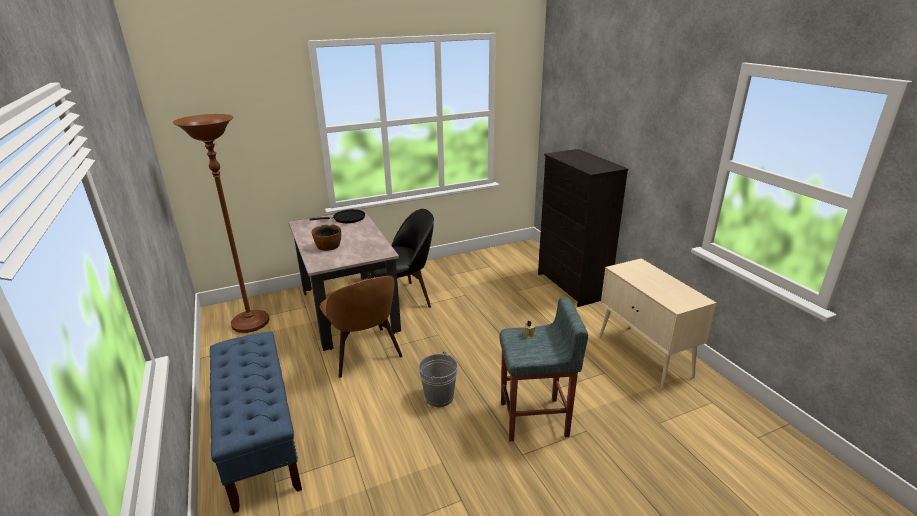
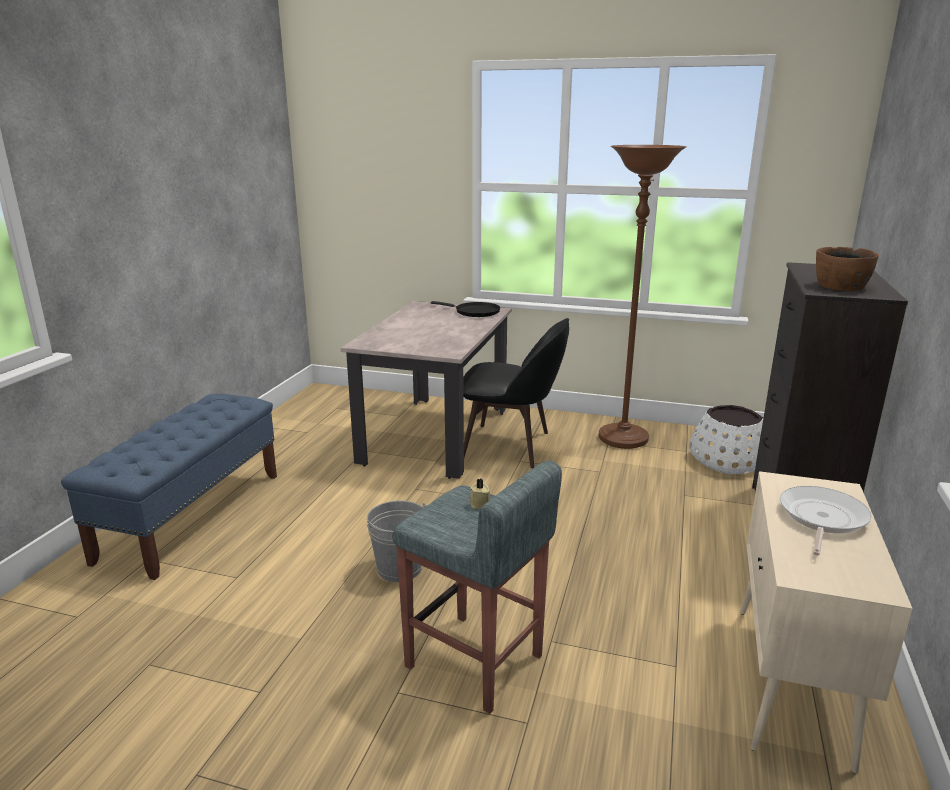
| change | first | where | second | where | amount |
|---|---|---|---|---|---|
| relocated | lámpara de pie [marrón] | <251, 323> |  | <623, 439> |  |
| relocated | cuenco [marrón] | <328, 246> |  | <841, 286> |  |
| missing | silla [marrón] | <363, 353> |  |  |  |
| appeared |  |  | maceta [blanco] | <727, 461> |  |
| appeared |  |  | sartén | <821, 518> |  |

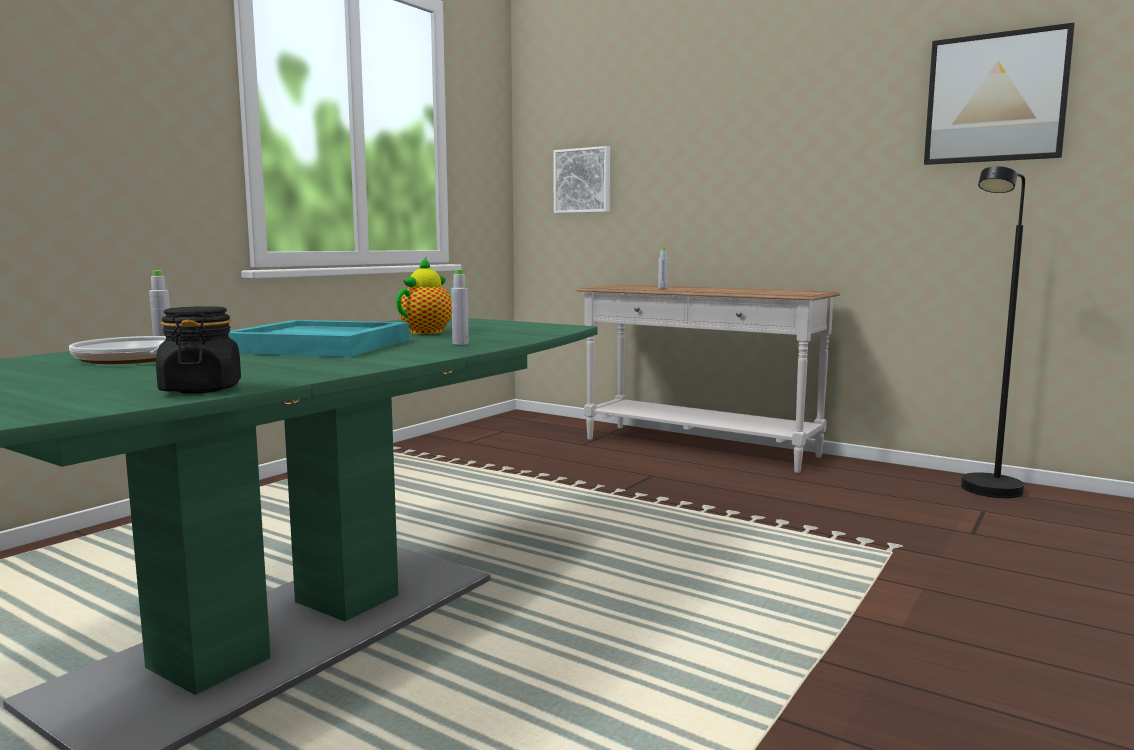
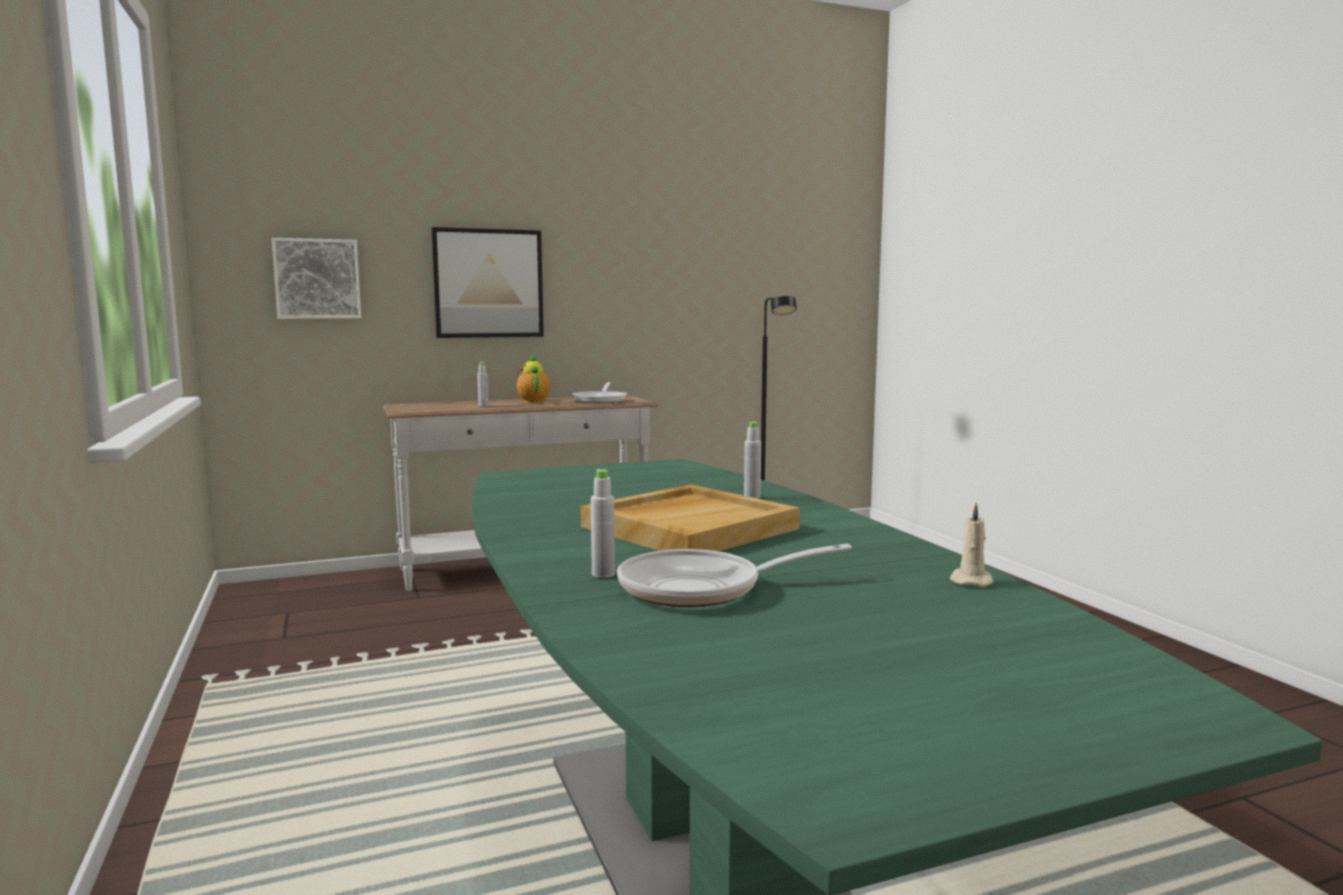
| change | first | where | second | where | amount |
|---|---|---|---|---|---|
| exchanged | tarro [negro] | <201, 389> | vela [beis] | <971, 580> |  |
| colour | bandeja [turquesa] | <321, 346> | bandeja [beis] | <689, 527> |  |
| relocated | tetera | <430, 332> |  | <533, 401> |  |
| relocated | cuadro | <995, 98> |  | <488, 283> |  |
| appeared |  |  | sartén | <601, 400> |  |

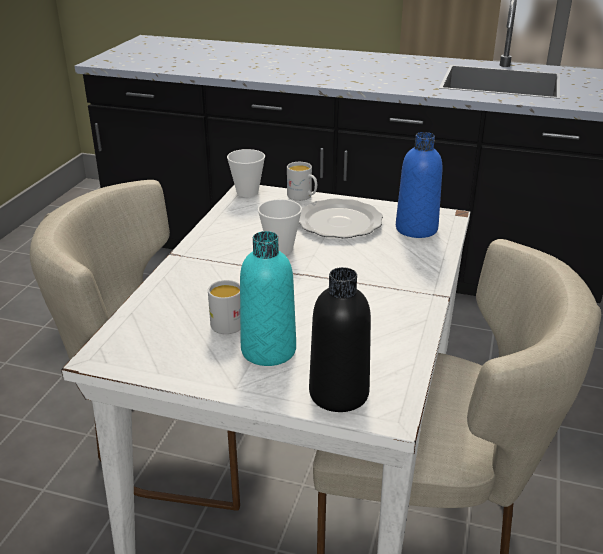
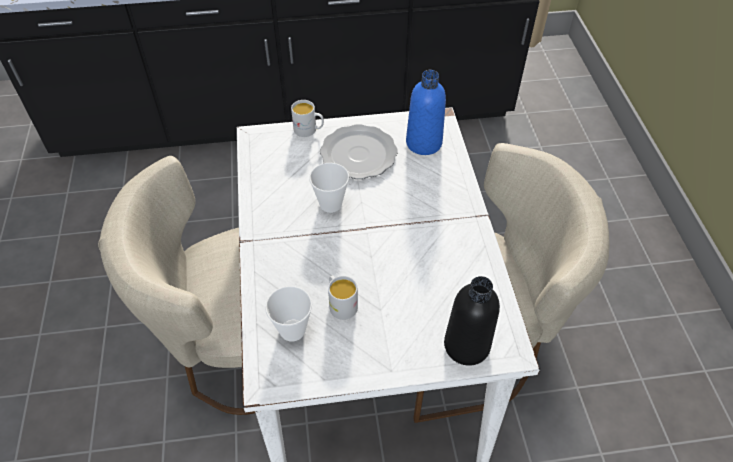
| change | first | where | second | where | amount |
|---|---|---|---|---|---|
| relocated | taza | <247, 192> |  | <292, 330> |  |
| missing | botella [turquesa] | <268, 350> |  |  |  |

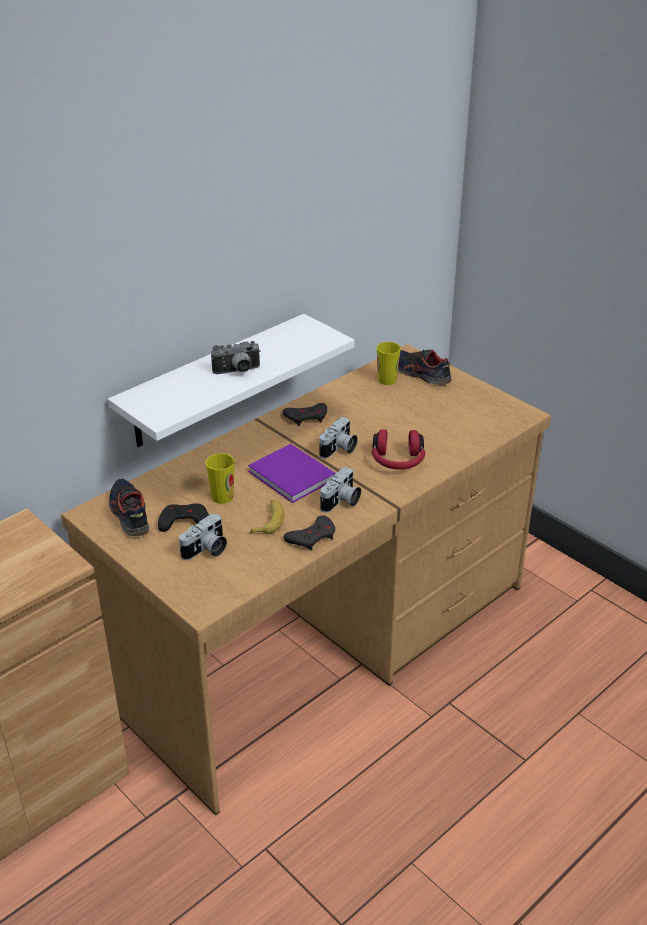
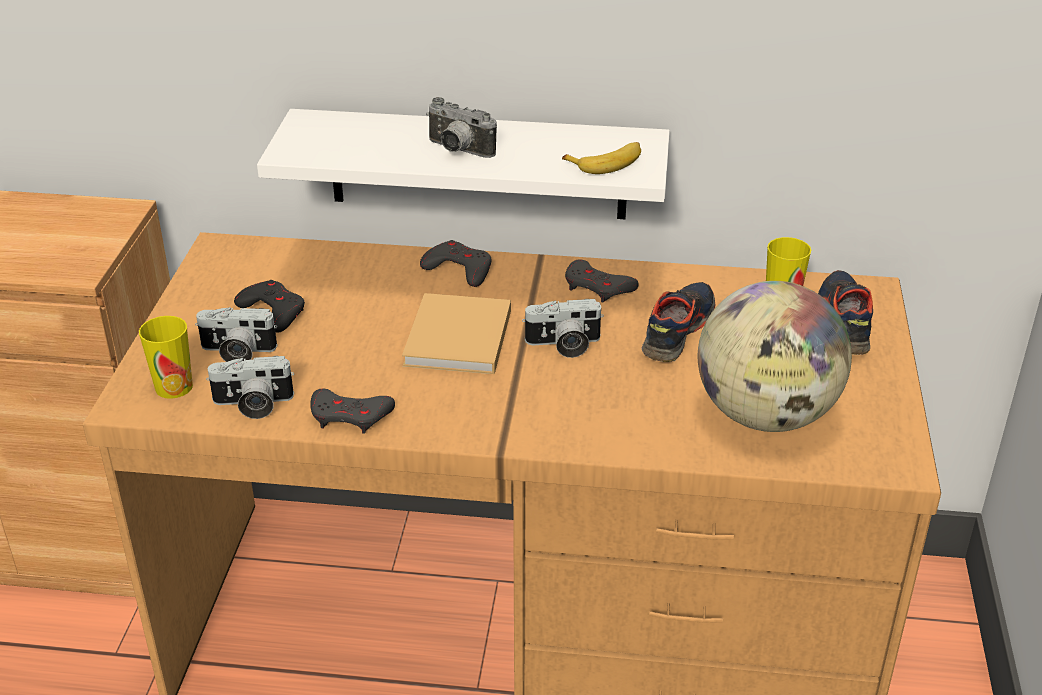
| change | first | where | second | where | amount |
|---|---|---|---|---|---|
| relocated | zapato | <129, 514> |  | <677, 331> |  |
| relocated | taza | <222, 496> |  | <174, 387> |  |
| colour | libro [morado] | <293, 476> | libro [beis] | <457, 340> |  |
| relocated | plátano | <269, 521> |  | <607, 163> |  |
| relocated | cámara | <341, 502> |  | <253, 405> |  |
| missing | auriculares [rojo] | <397, 461> |  |  |  |
| appeared |  |  | mando de consola [gris] | <459, 269> |  |
| appeared |  |  | globo terráqueo | <765, 415> |  |

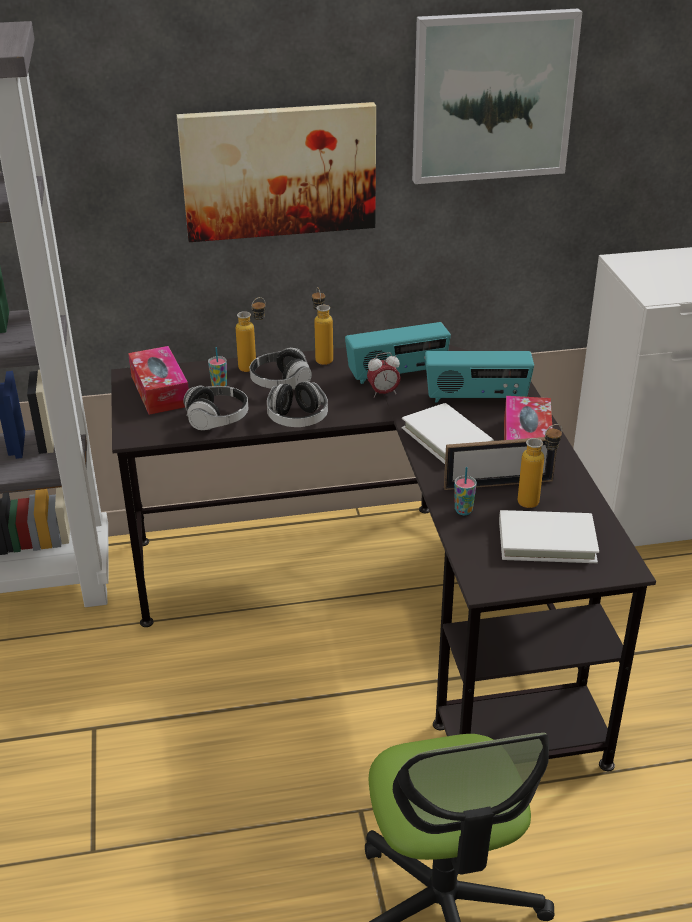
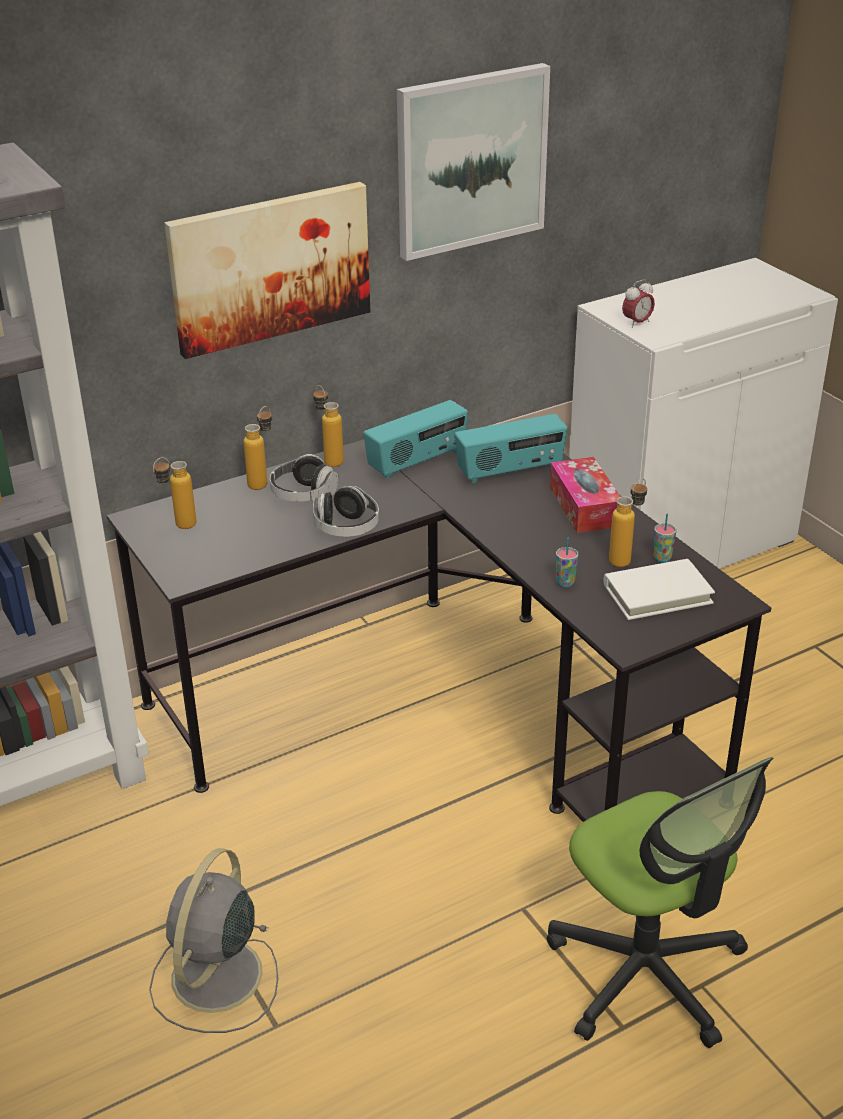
| change | first | where | second | where | amount |
|---|---|---|---|---|---|
| exchanged | caja de pañuelos | <160, 391> | botella | <178, 527> |  |
| missing | auriculares | <217, 419> |  |  |  |
| relocated | taza | <219, 387> |  | <662, 558> |  |
| relocated | despertador | <383, 393> |  | <637, 323> |  |
| missing | libro [blanco] | <447, 439> |  |  |  |
| missing | portarretratos | <498, 484> |  |  |  |
| appeared |  |  | ventilador [gris] | <215, 979> |  |

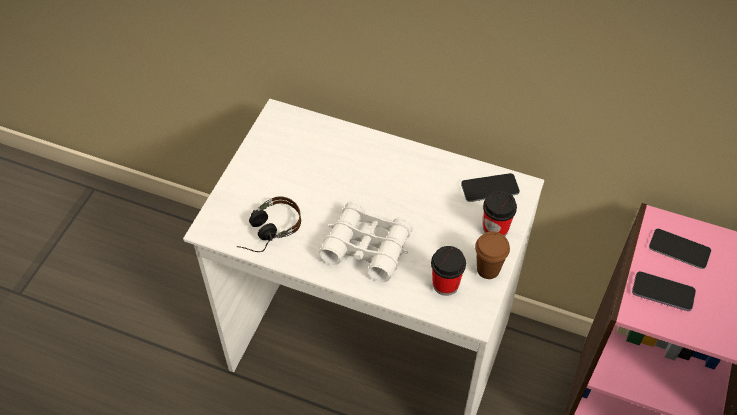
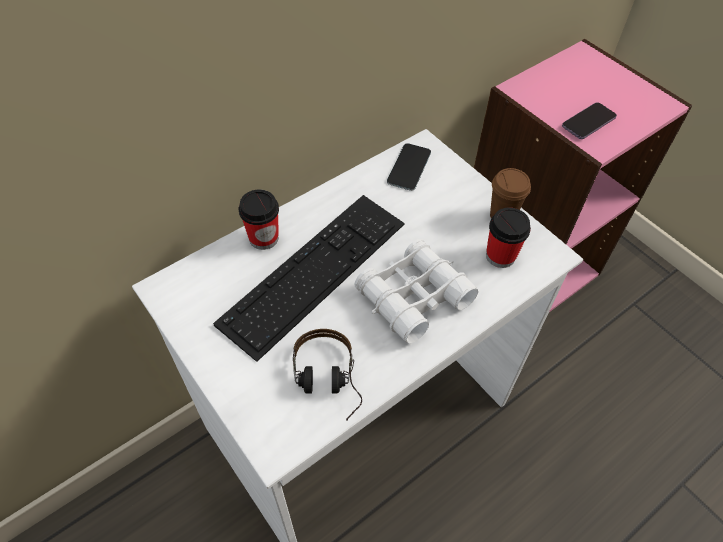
| change | first | where | second | where | amount |
|---|---|---|---|---|---|
| relocated | taza | <495, 229> |  | <264, 238> |  |
| missing | móvil | <679, 249> |  |  |  |
| appeared |  |  | teclado | <315, 272> |  |

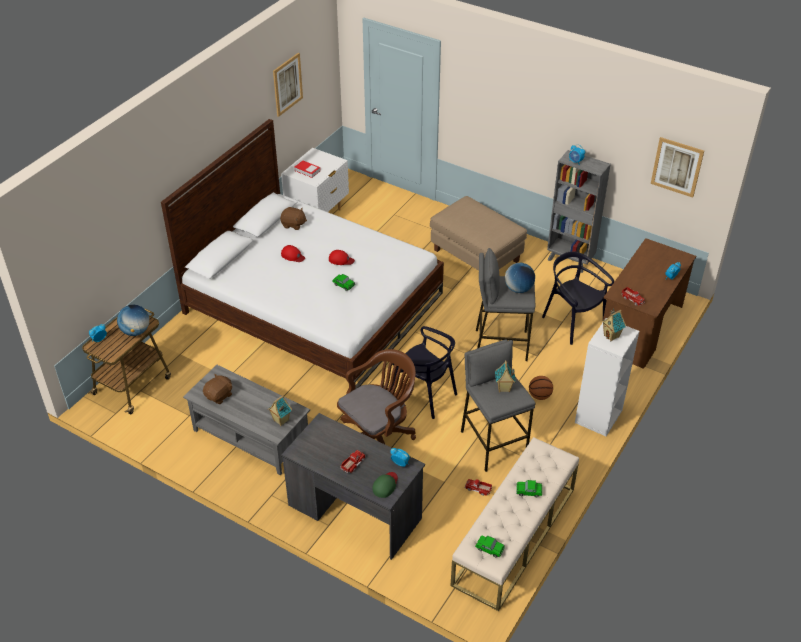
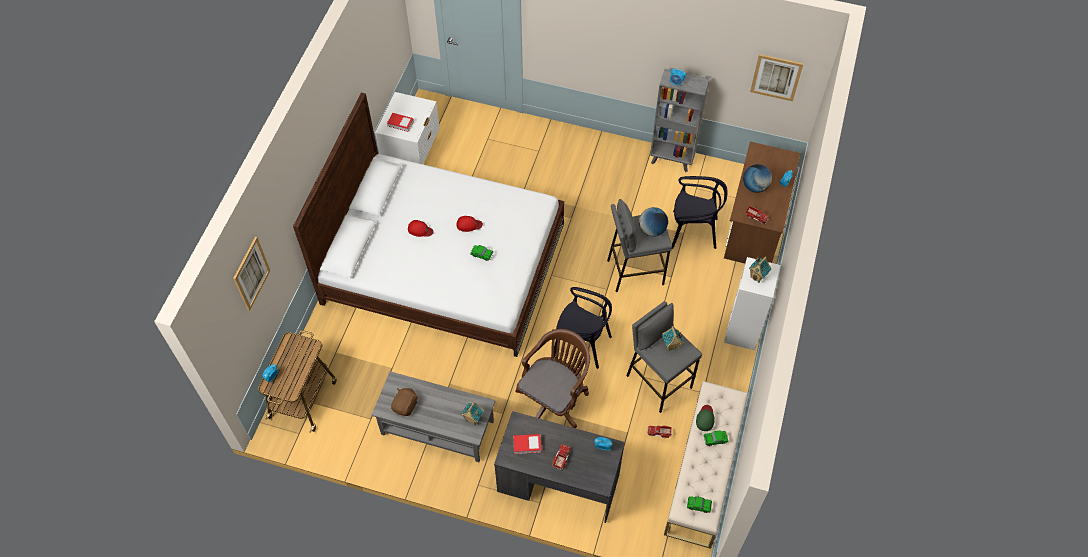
| change | first | where | second | where | amount |
|---|---|---|---|---|---|
| relocated | globo terráqueo | <136, 331> |  | <755, 187> |  |
| relocated | cuadro | <287, 84> |  | <251, 274> |  |
| missing | peluche [marrón] | <293, 224> |  |  |  |
| relocated | gorra [verde] | <385, 485> |  | <705, 418> |  |
| missing | puf [beis] | <477, 255> |  |  |  |
| missing | balón de baloncesto | <539, 396> |  |  |  |
| spun | silla [negro] | <572, 322> |  | <693, 231> | 150 degrees clockwise |
| appeared |  |  | libro | <527, 445> |  |

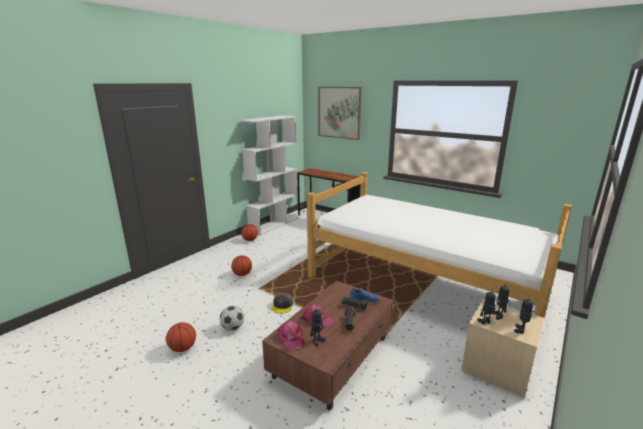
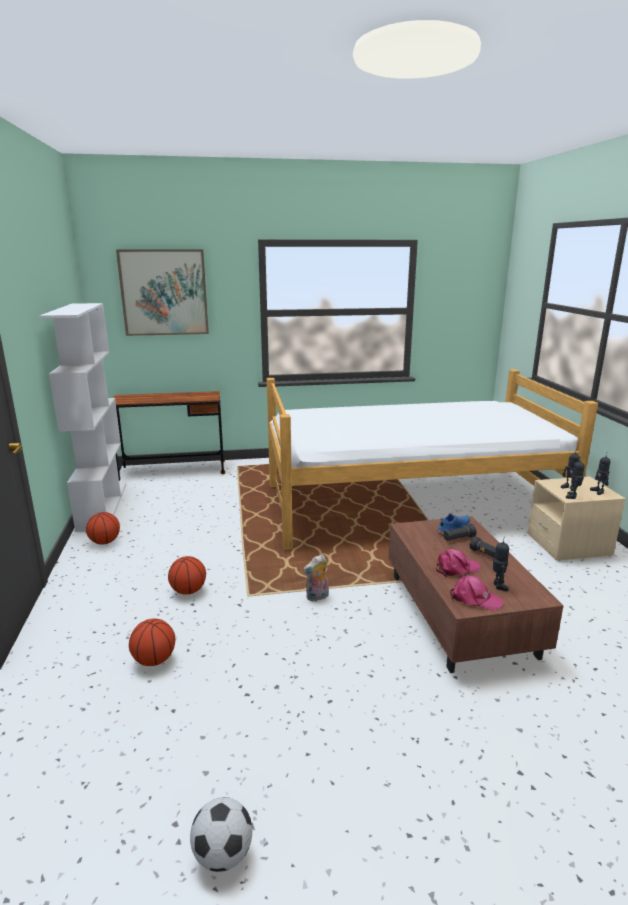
| change | first | where | second | where | amount |
|---|---|---|---|---|---|
| relocated | balón de baloncesto | <183, 348> |  | <154, 660> |  |
| relocated | balón de fútbol | <233, 328> |  | <223, 854> |  |
| exchanged | gorra [gris] | <282, 306> | peluche | <317, 597> |  |

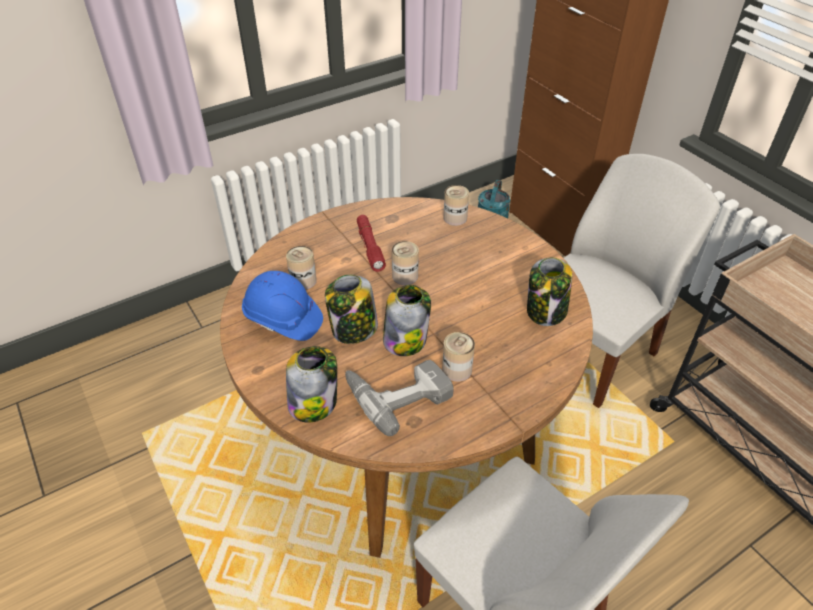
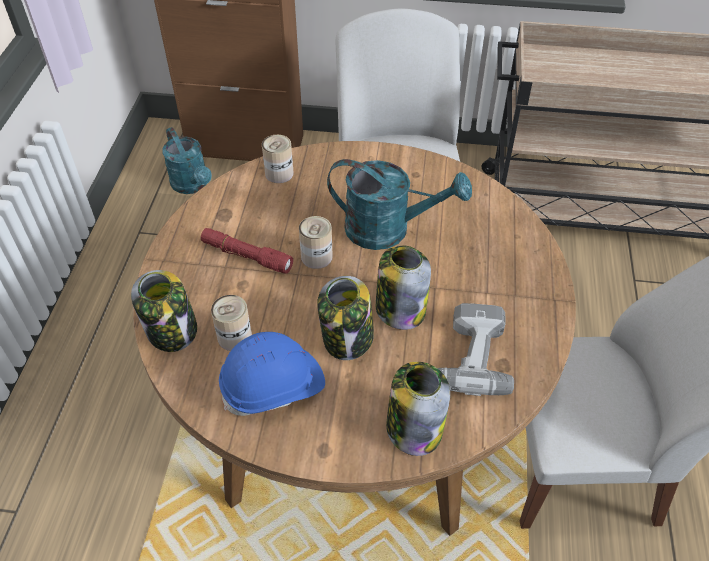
| change | first | where | second | where | amount |
|---|---|---|---|---|---|
| missing | lata | <457, 370> |  |  |  |
| relocated | tarro | <546, 311> |  | <172, 331> |  |
| appeared |  |  | regadera [turquesa] | <389, 230> |  |

